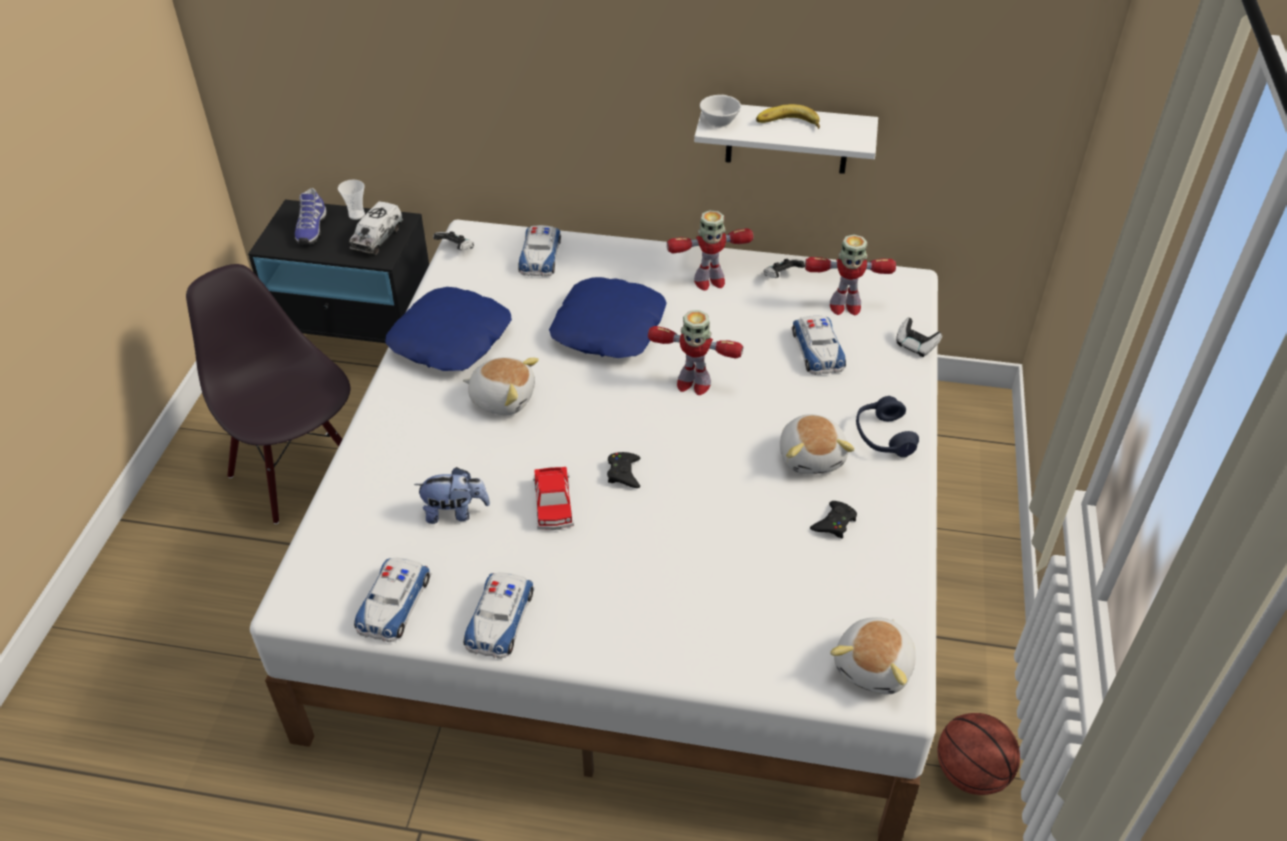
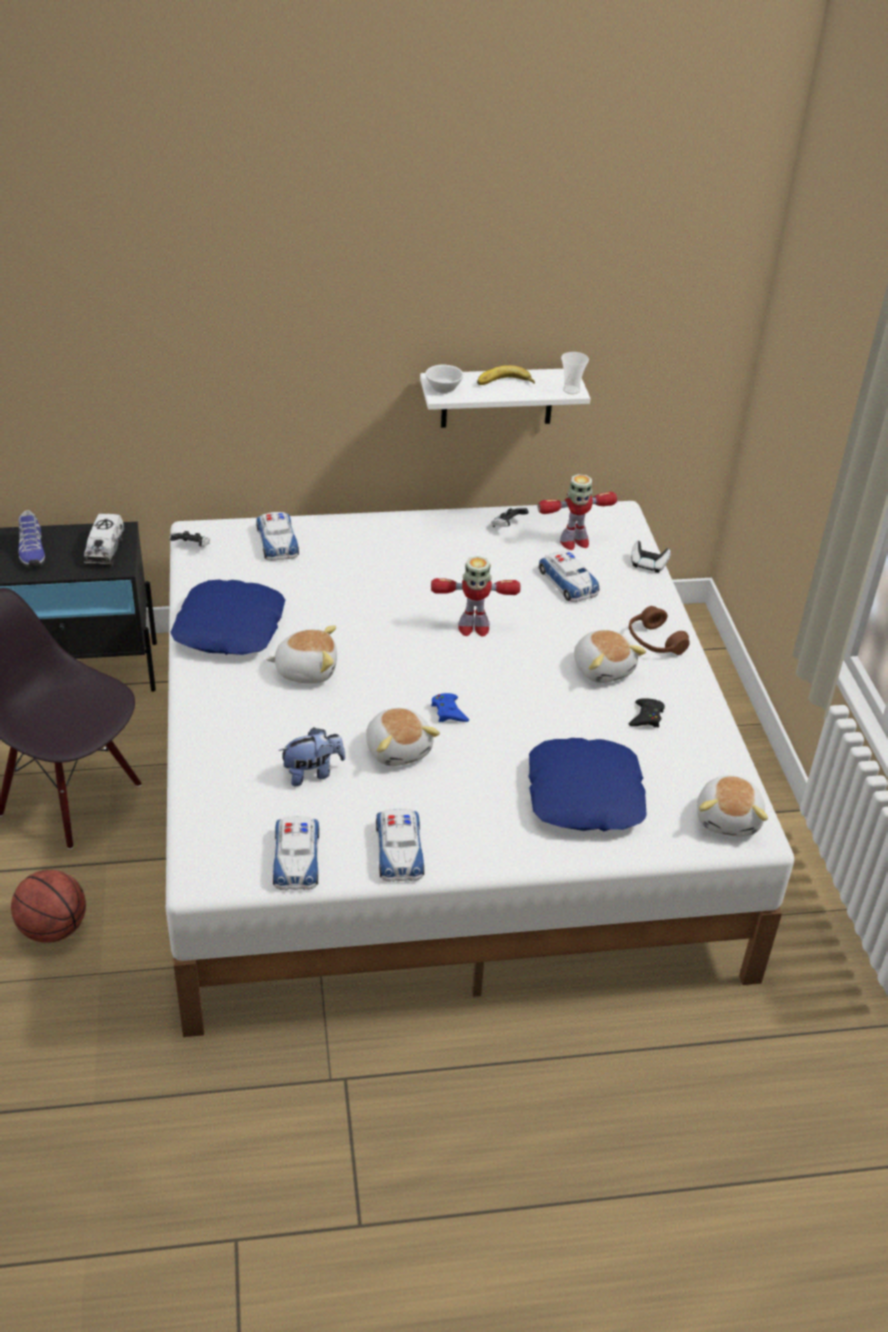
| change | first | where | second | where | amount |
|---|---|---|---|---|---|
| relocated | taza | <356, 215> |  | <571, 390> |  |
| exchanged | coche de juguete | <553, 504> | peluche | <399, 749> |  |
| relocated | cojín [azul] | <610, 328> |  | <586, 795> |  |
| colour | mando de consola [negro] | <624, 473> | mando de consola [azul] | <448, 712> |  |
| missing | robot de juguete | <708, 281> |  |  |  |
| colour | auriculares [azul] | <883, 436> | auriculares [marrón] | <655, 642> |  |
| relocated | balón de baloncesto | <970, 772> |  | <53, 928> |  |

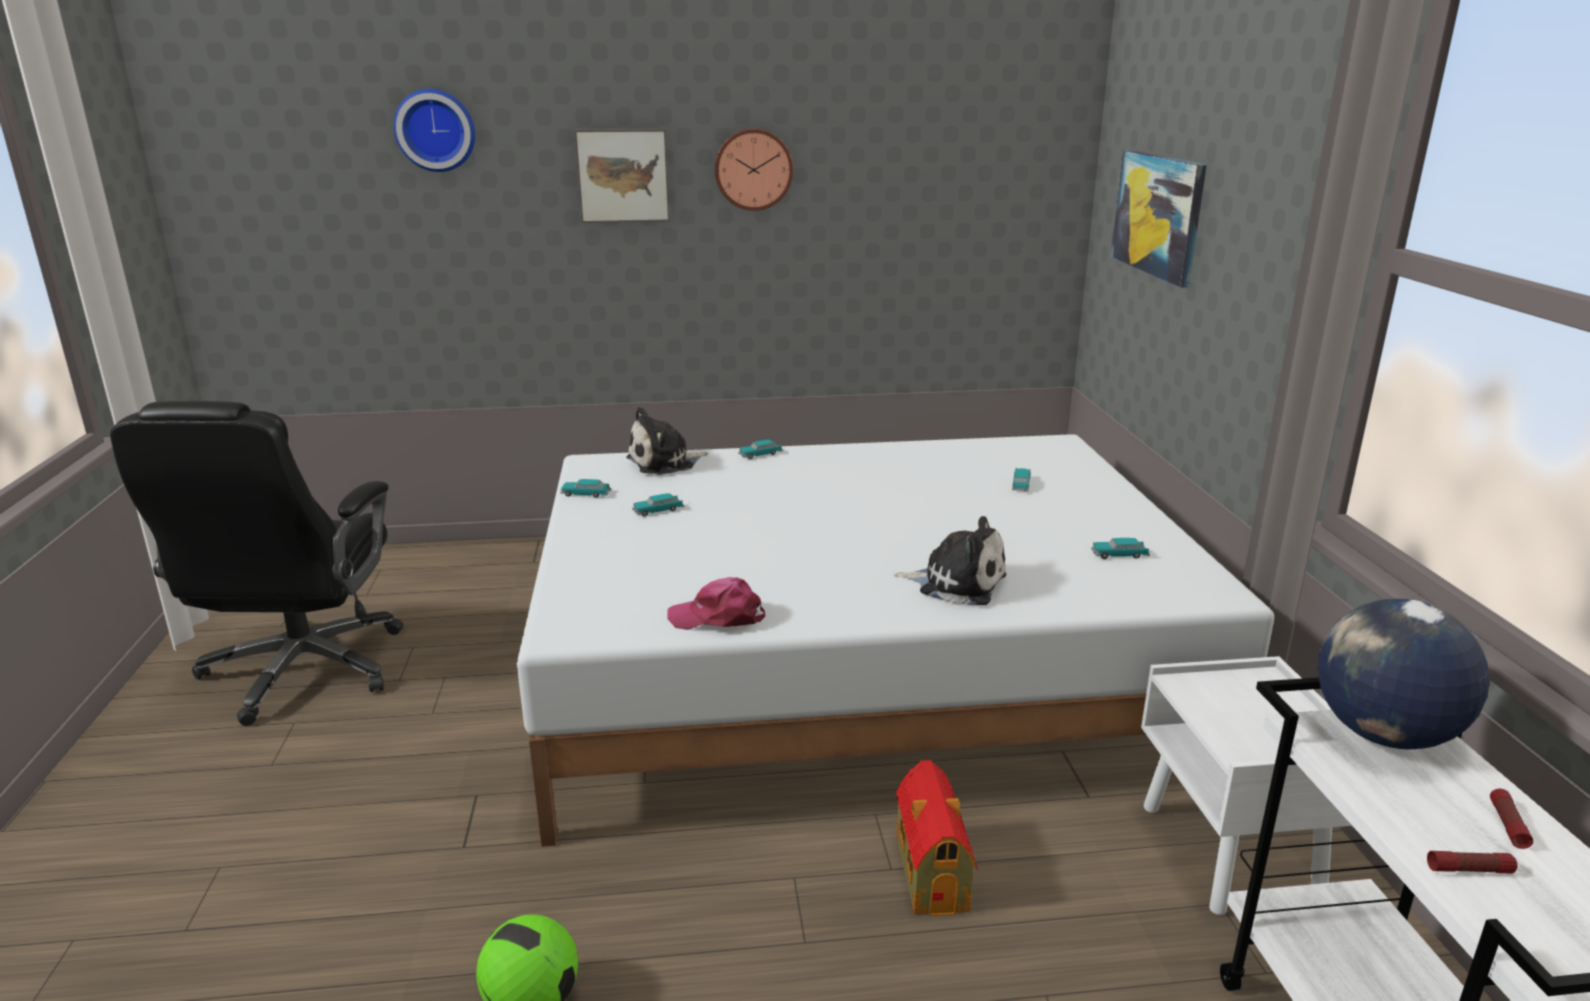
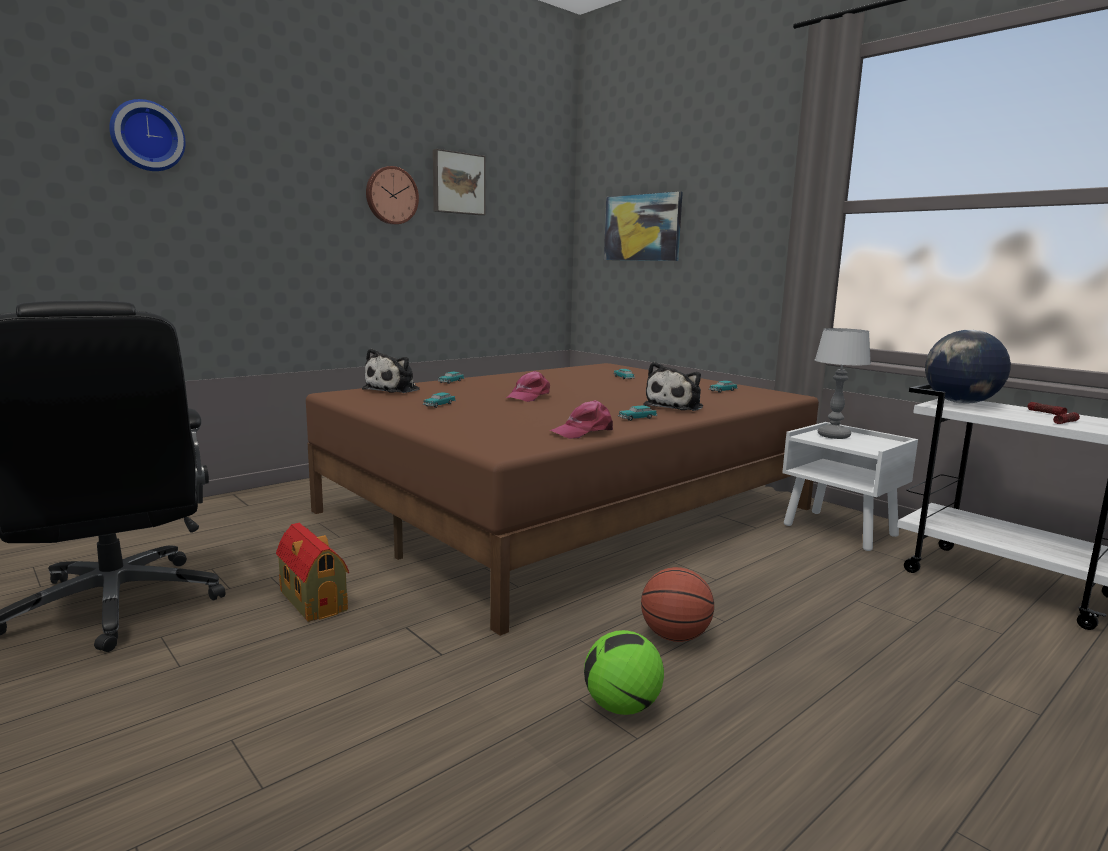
| change | first | where | second | where | amount |
|---|---|---|---|---|---|
| colour | cama [blanco] | <859, 673> | cama [marrón] | <569, 510> |  |
| relocated | coche de juguete | <585, 494> |  | <637, 418> |  |
| relocated | cuadro | <623, 175> |  | <457, 183> |  |
| spun | peluche | <957, 583> |  | <675, 406> | 135 degrees clockwise |
| relocated | casita | <931, 871> |  | <312, 599> |  |
| appeared |  |  | gorra [rosa] | <528, 397> |  |
| appeared |  |  | balón de baloncesto | <675, 636> |  |
| appeared |  |  | lámpara de mesa | <834, 436> |  |

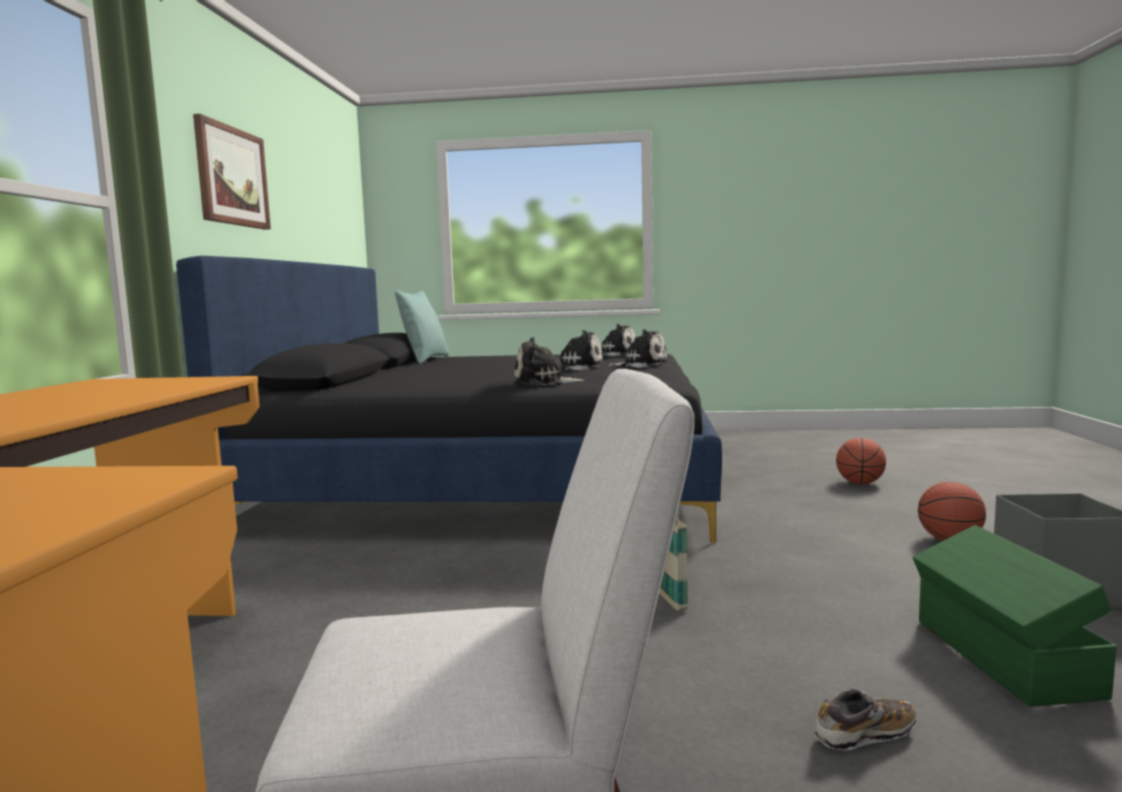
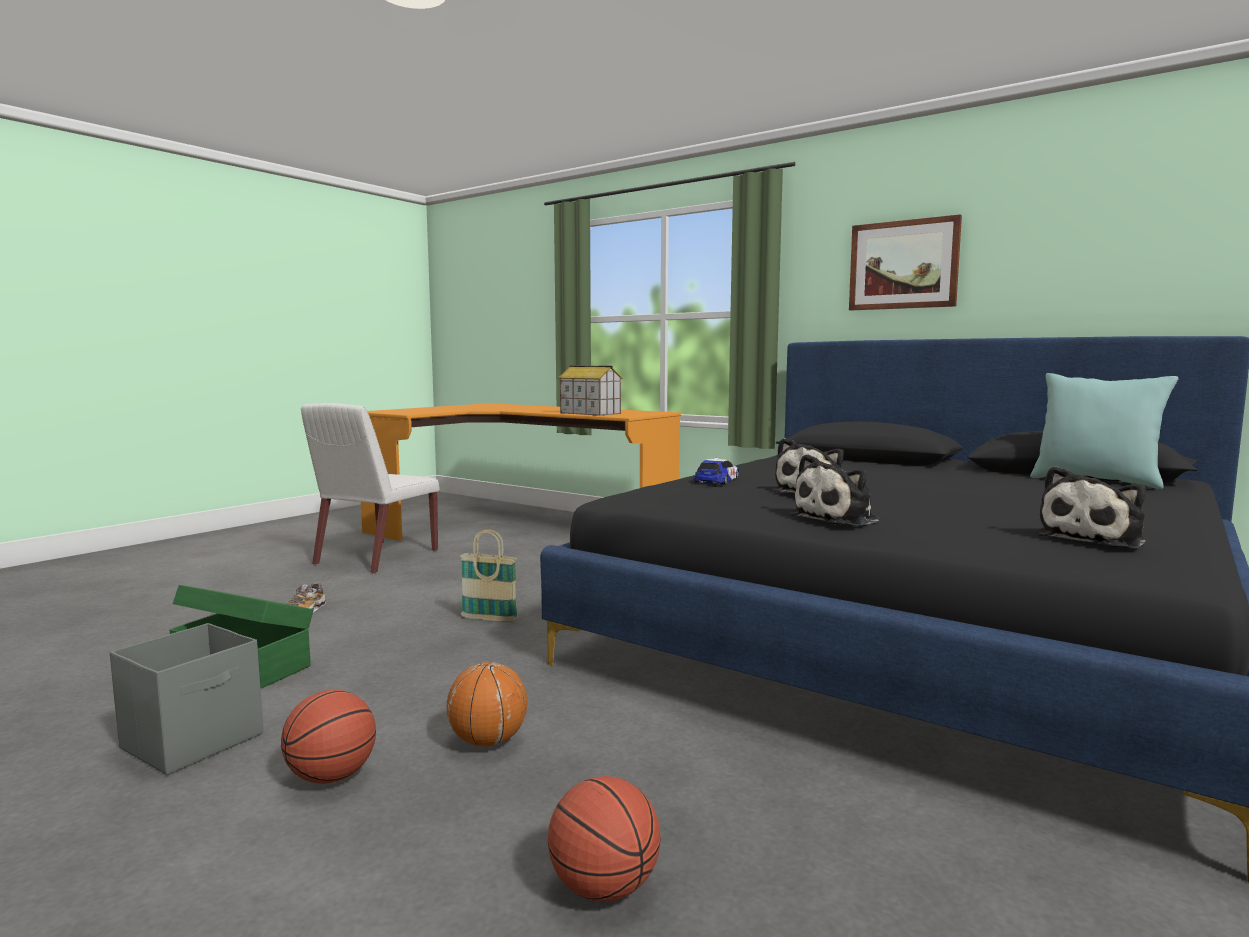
| change | first | where | second | where | amount |
|---|---|---|---|---|---|
| exchanged | peluche | <543, 382> | coche de juguete | <717, 480> |  |
| appeared |  |  | balón de baloncesto | <488, 741> |  |
| appeared |  |  | casita | <589, 413> |  |

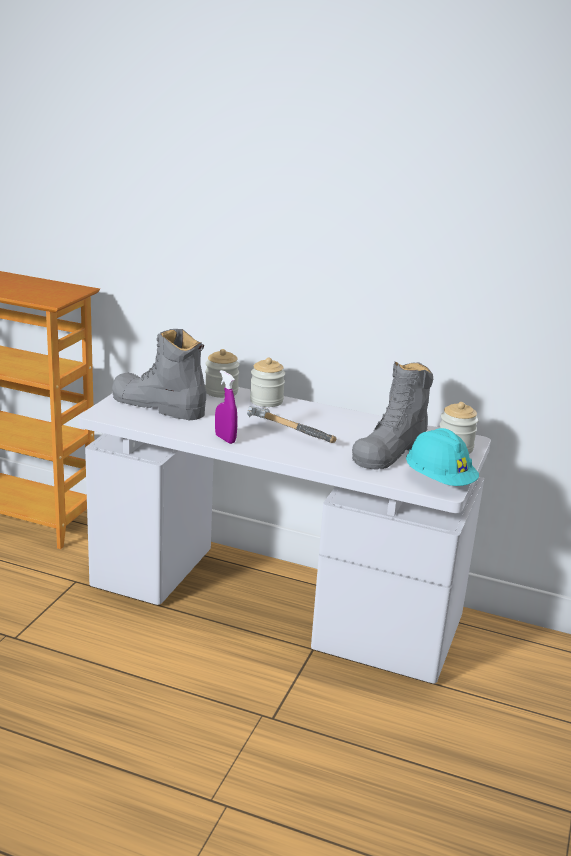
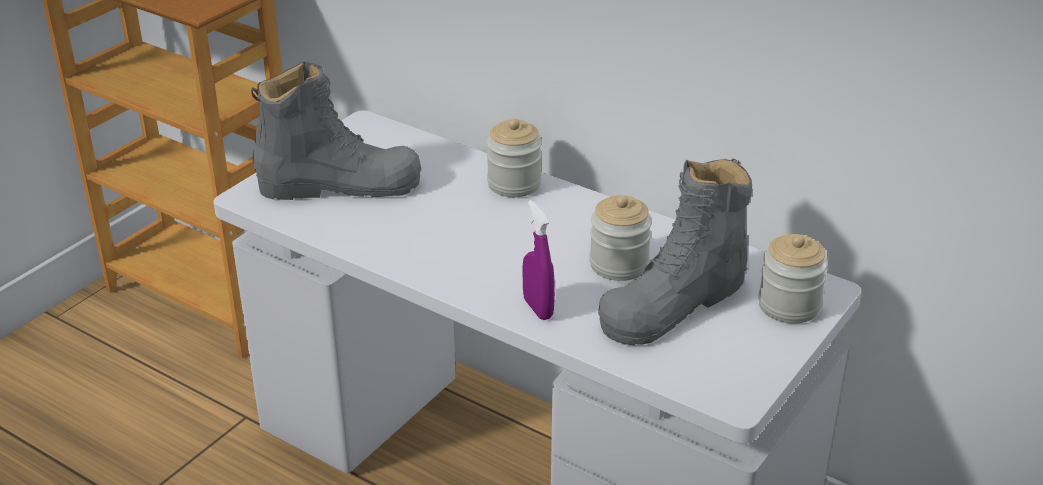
| change | first | where | second | where | amount |
|---|---|---|---|---|---|
| spun | bota [gris] | <158, 405> |  | <340, 185> | 135 degrees clockwise |
| relocated | tarro | <221, 392> |  | <619, 264> |  |
| relocated | pulverizador [morado] | <225, 439> |  | <538, 308> |  |
| missing | martillo | <289, 432> |  |  |  |
| missing | casco [turquesa] | <439, 481> |  |  |  |

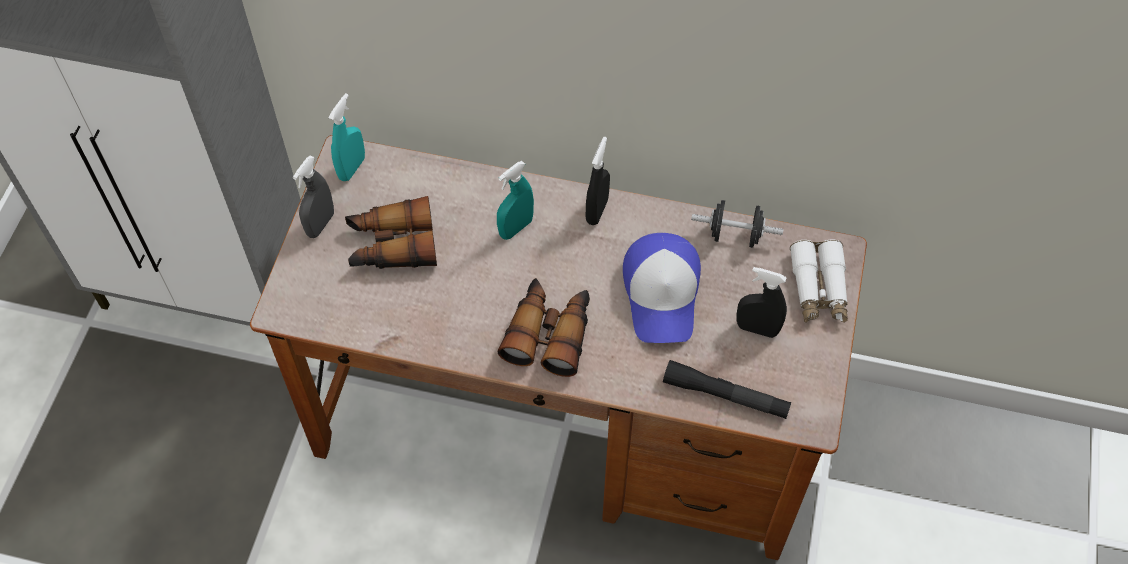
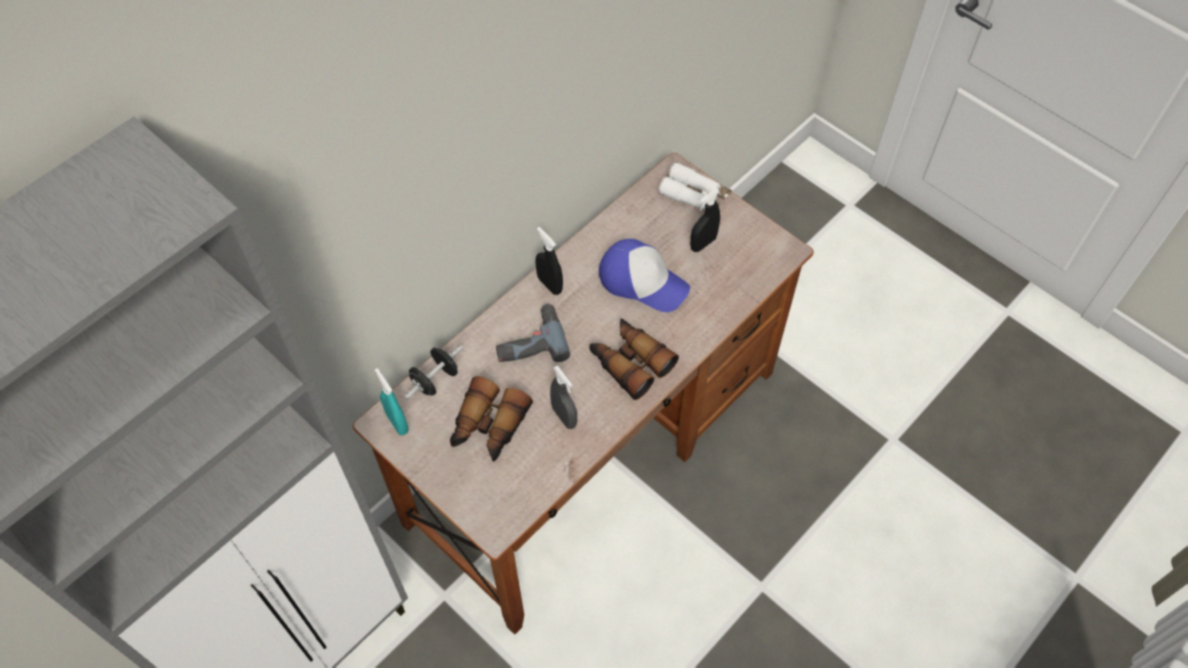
| change | first | where | second | where | amount |
|---|---|---|---|---|---|
| relocated | pulverizador [gris] | <320, 224> |  | <564, 416> |  |
| exchanged | pulverizador [turquesa] | <516, 228> | taladro | <529, 340> |  |
| missing | linterna [negro] | <725, 396> |  |  |  |
| relocated | mancuerna [negro] | <735, 235> |  | <435, 380> |  |

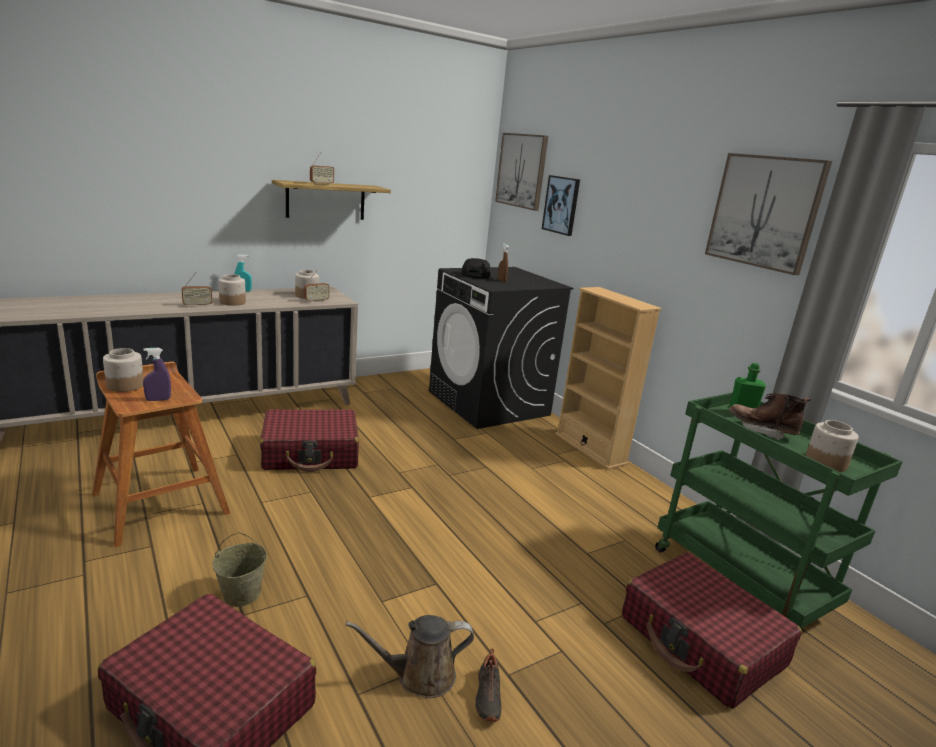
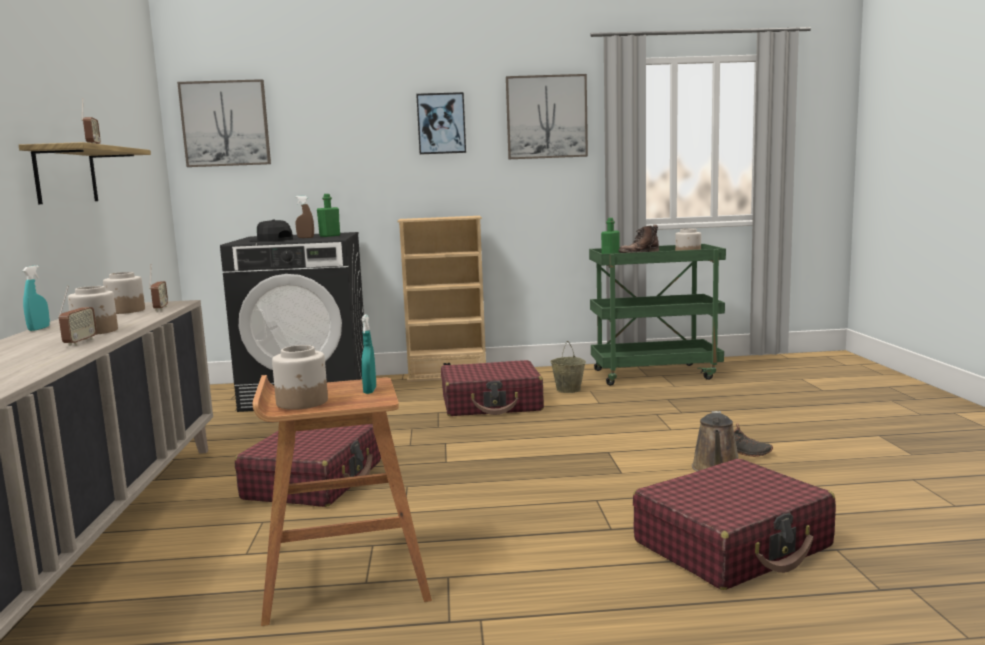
| change | first | where | second | where | amount |
|---|---|---|---|---|---|
| colour | pulverizador [morado] | <158, 399> | pulverizador [turquesa] | <370, 391> |  |
| relocated | cubo [beis] | <242, 594> |  | <568, 389> |  |
| relocated | cuadro | <561, 205> |  | <441, 123> |  |
| relocated | maleta [rojo] | <701, 642> |  | <491, 404> |  |
| appeared |  |  | botella [verde] | <329, 236> |  |

